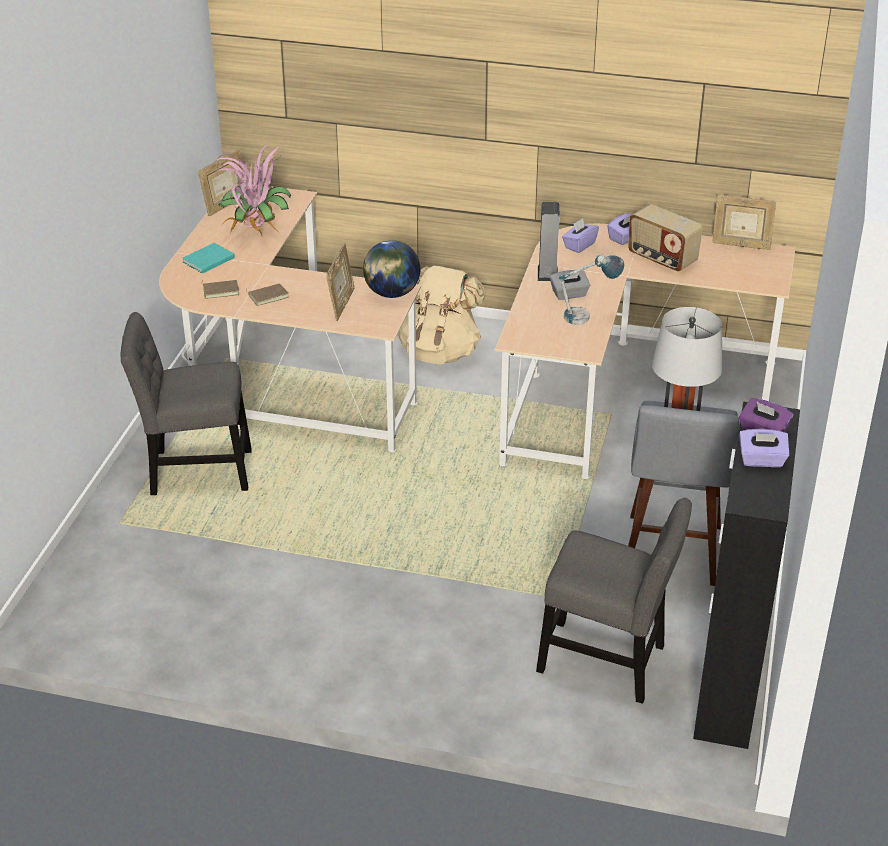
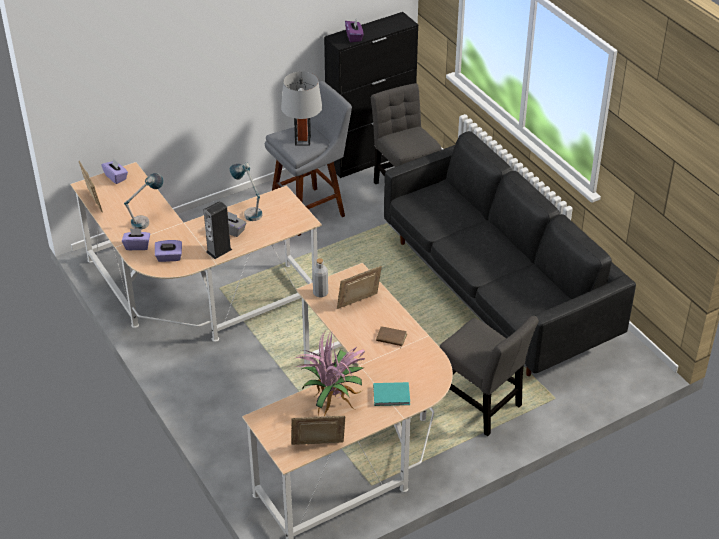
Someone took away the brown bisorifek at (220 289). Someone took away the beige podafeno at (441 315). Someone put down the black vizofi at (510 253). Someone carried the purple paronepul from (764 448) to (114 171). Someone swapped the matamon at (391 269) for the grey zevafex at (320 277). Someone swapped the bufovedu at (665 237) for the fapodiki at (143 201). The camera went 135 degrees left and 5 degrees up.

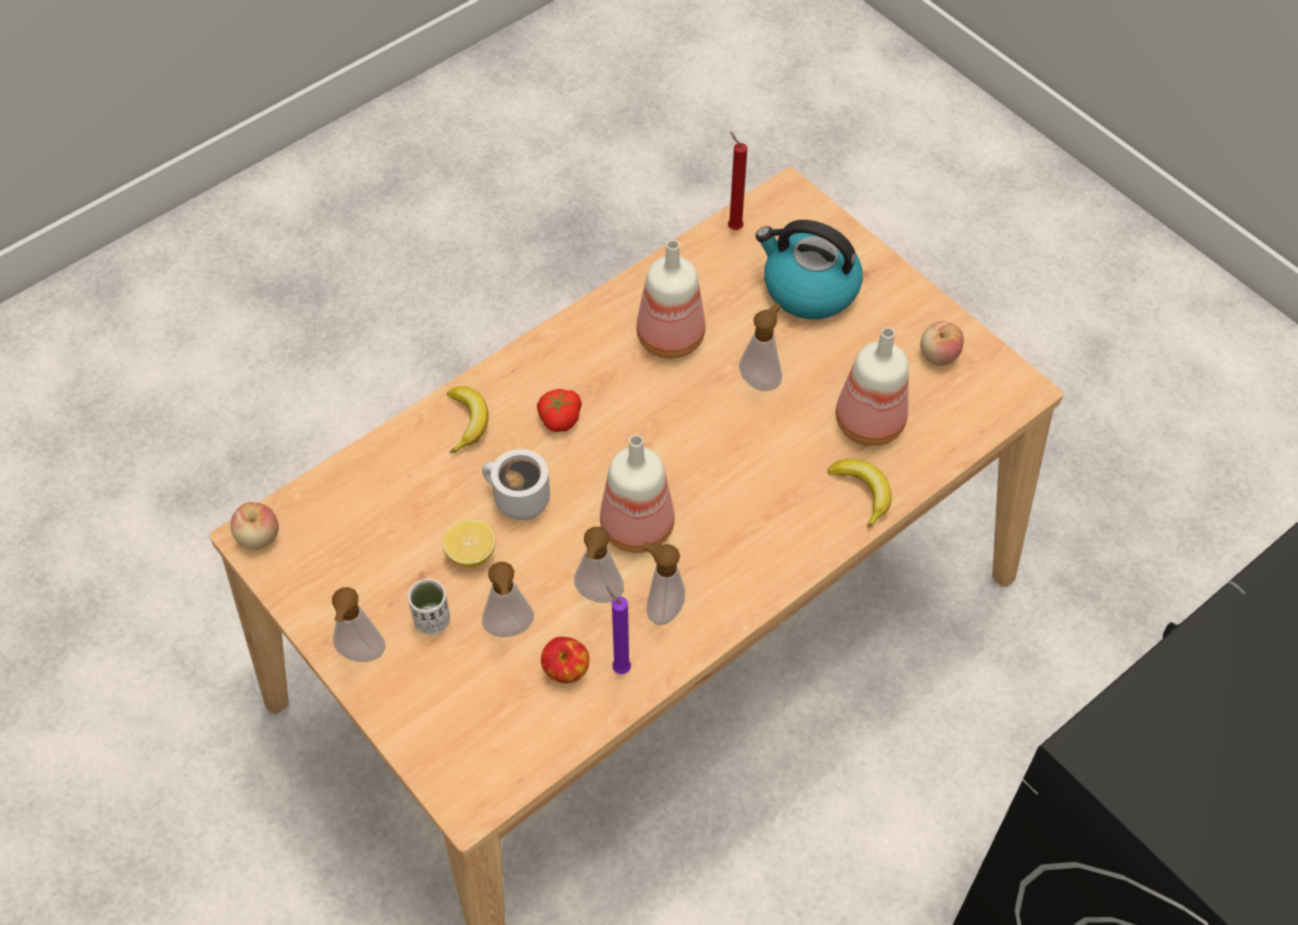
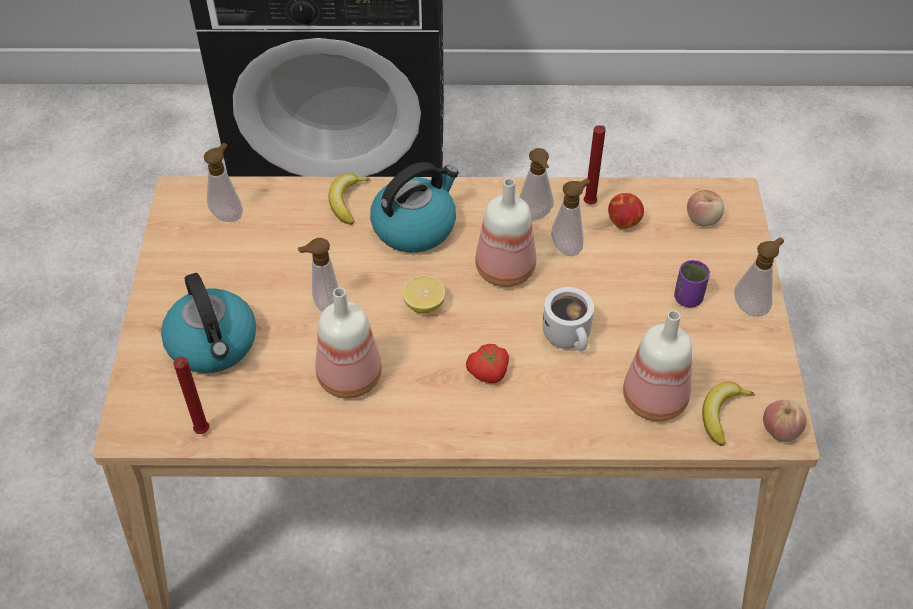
Someone put down the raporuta at (414 207). Someone carried the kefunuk from (469 543) to (423 294). Someone carried the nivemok from (468 420) to (728 413). Someone carried the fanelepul from (508 599) to (223 182). Someone carried the zevafex from (872 386) to (657 365). Someone carried the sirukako from (942 344) to (705 208). Someone repainted the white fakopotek at (429 607), which became the purple fakopotek at (692 283). Someone repainted the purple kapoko at (618 630), which became the red kapoko at (595 164). The camera went 140 degrees left and 5 degrees down.

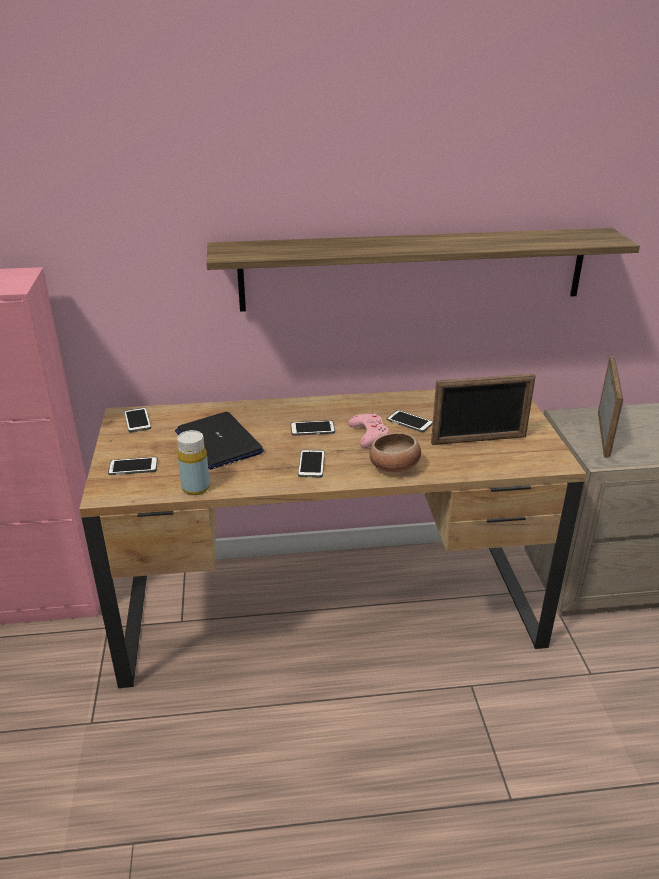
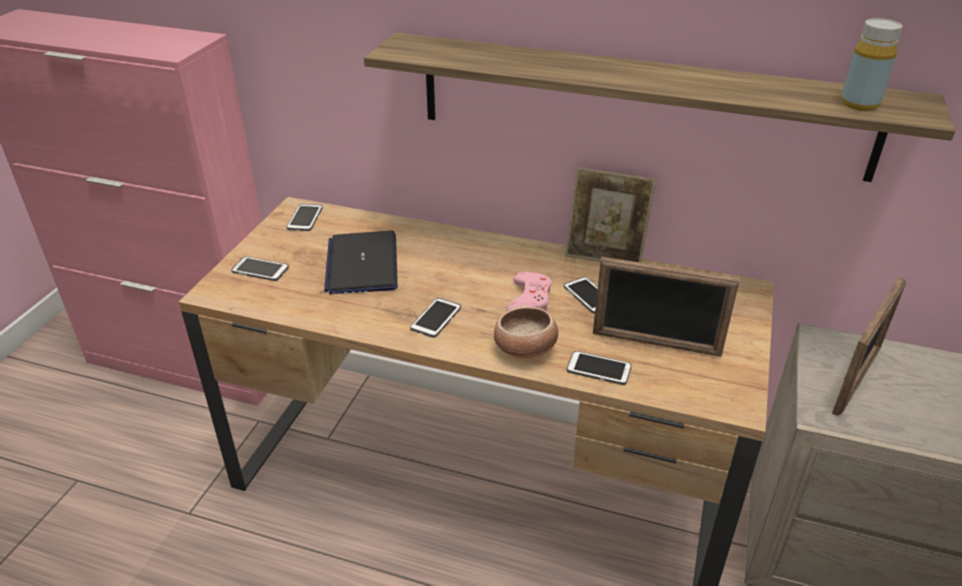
Someone put down the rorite at (610 215). Someone carried the yellow zevafex from (193 462) to (871 64). Someone carried the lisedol from (312 428) to (599 368). The camera went 25 degrees right and 5 degrees up.

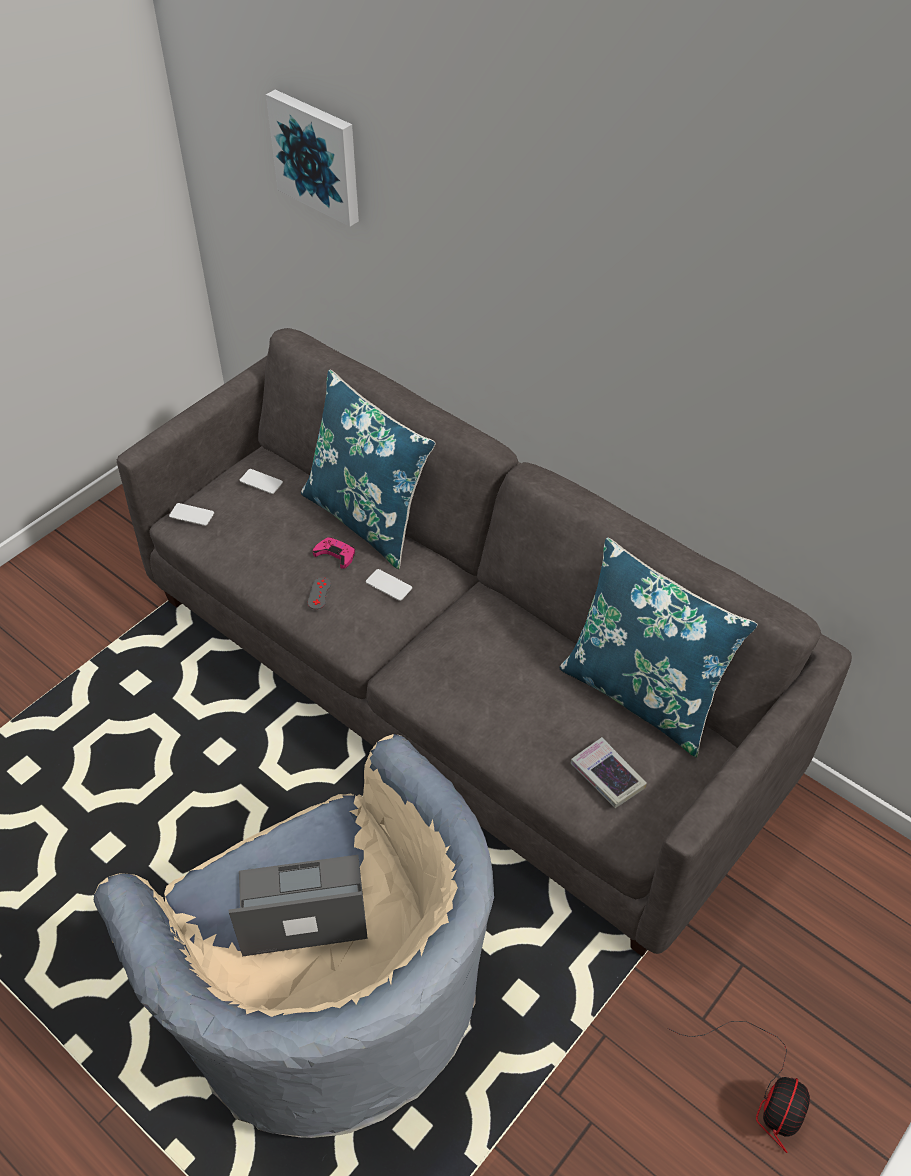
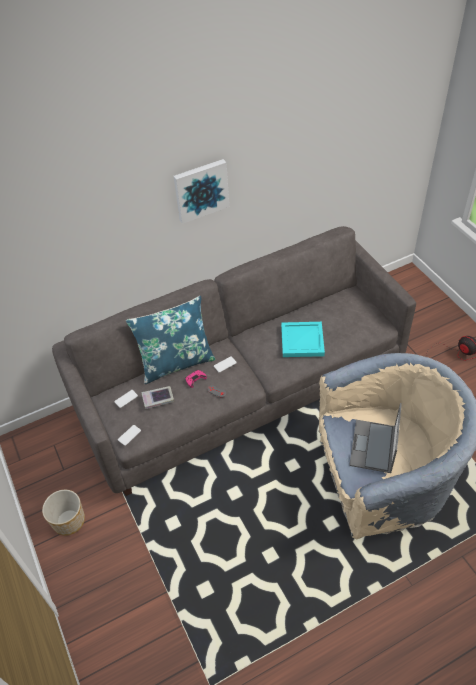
Someone took away the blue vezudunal at (658 647). Someone put down the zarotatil at (63 512). Someone put down the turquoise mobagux at (303 339). Someone carried the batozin from (312 158) to (201 191). Someone carried the bisorifek from (609 772) to (157 397). The camera went 65 degrees left and 0 degrees up.

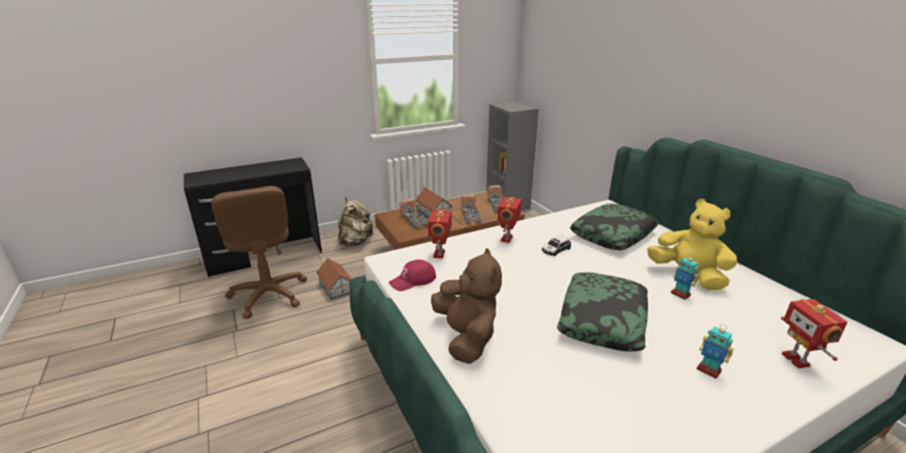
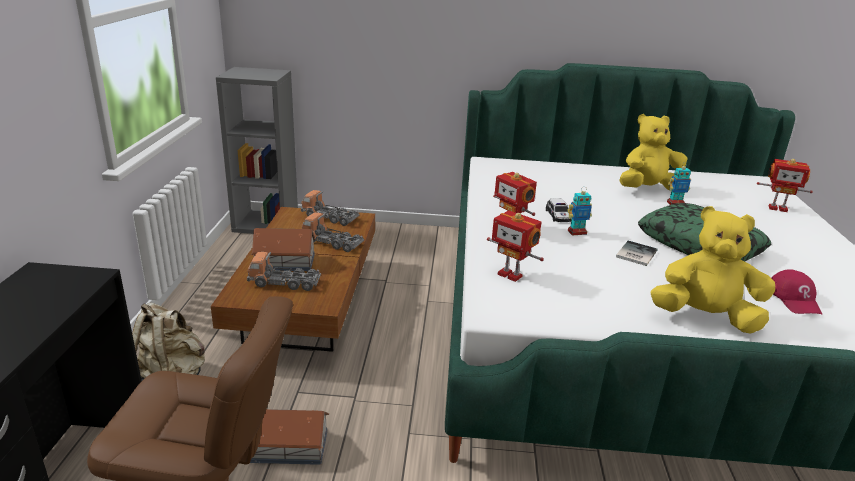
Someone took away the vezudunal at (614 227). Someone put down the bisorifek at (637 253). Someone carried the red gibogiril from (412 275) to (796 291). Someone carried the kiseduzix from (715 351) to (580 211). Someone repainted the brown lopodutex at (466 306), which became the yellow lopodutex at (713 270). The camera went 60 degrees left and 0 degrees up.

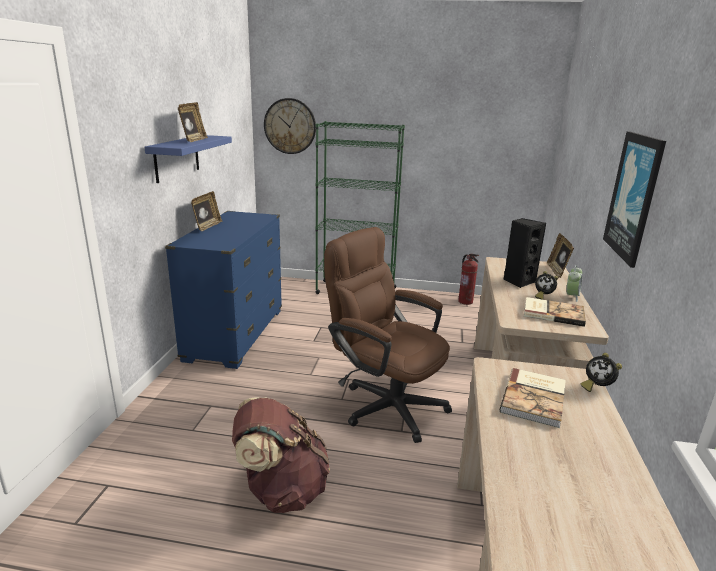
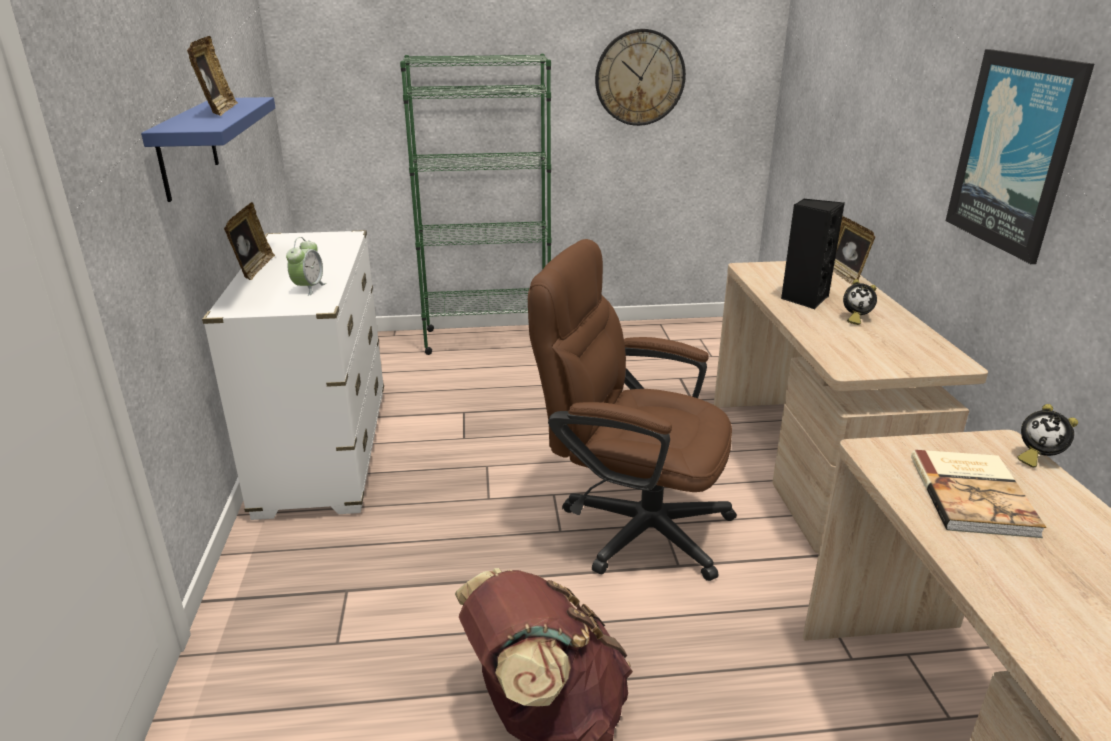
Someone took away the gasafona at (468 279). Someone took away the bisorifek at (555 312). Someone carried the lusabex from (290 126) to (640 77). Someone carried the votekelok from (574 283) to (306 266). Someone repainted the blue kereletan at (223 290), which became the white kereletan at (293 375). The camera went 15 degrees left and 5 degrees up.

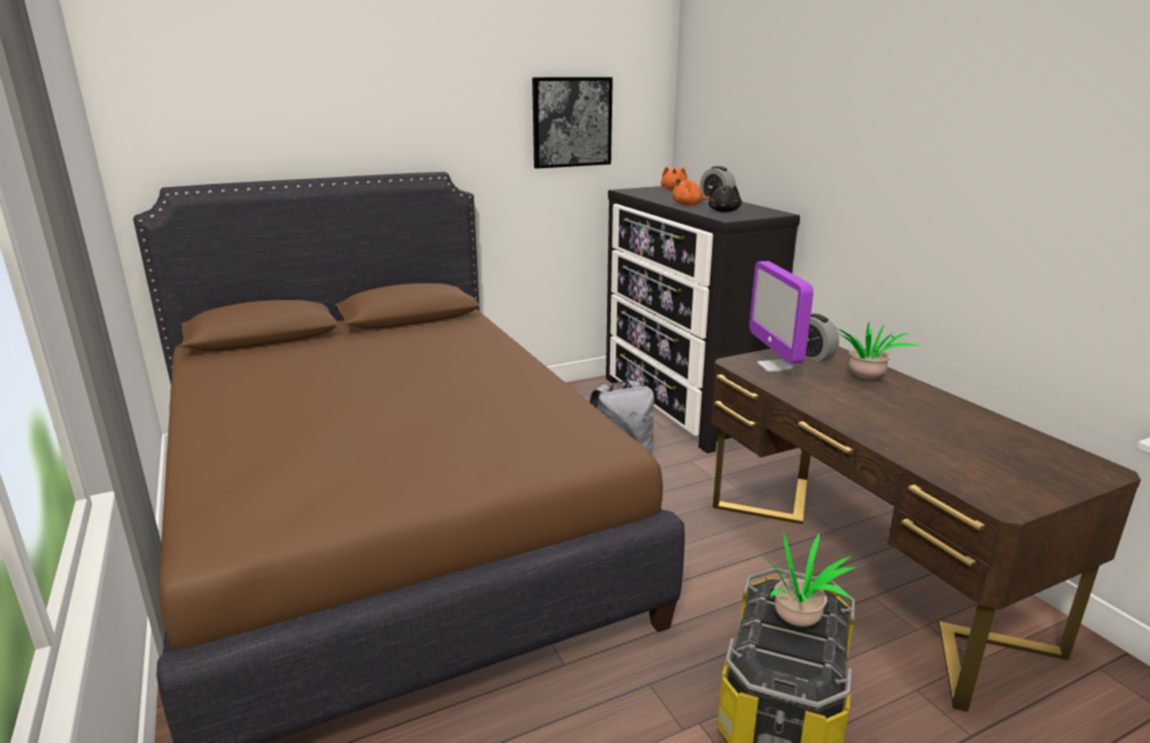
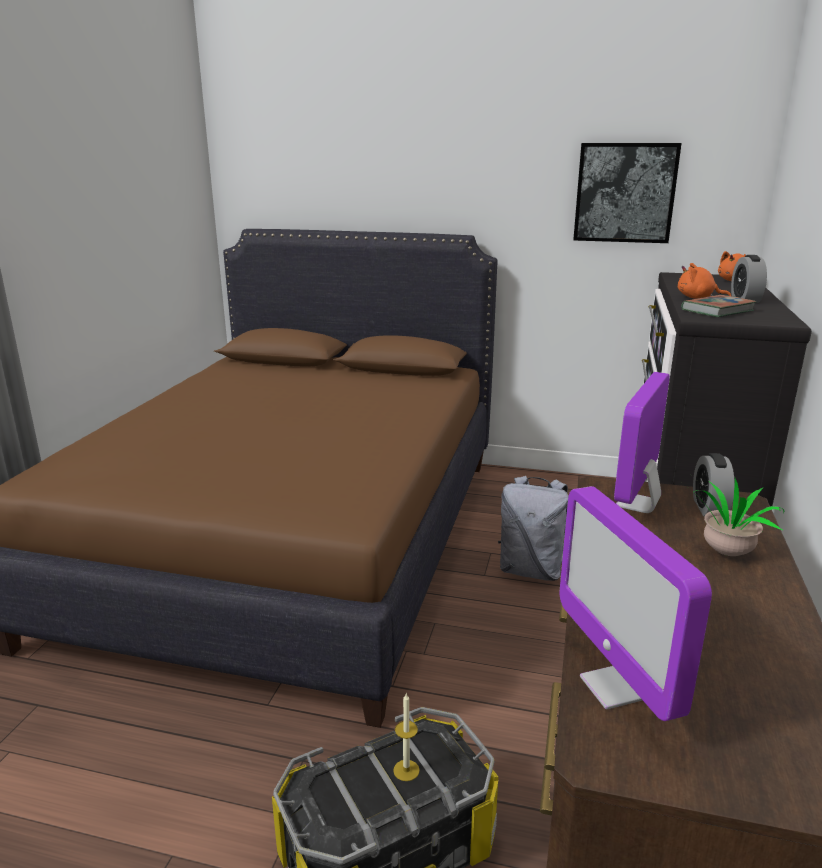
Someone put down the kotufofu at (636 603). Someone swapped the black lopodutex at (725 198) for the bisorifek at (719 306). Someone swapped the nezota at (803 578) for the kapoko at (406 737). The camera went 40 degrees right and 0 degrees up.

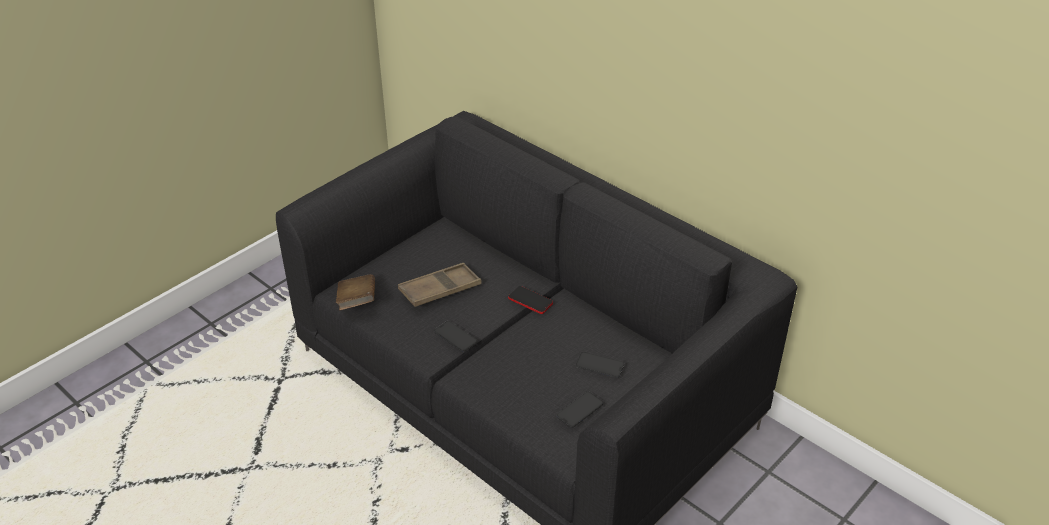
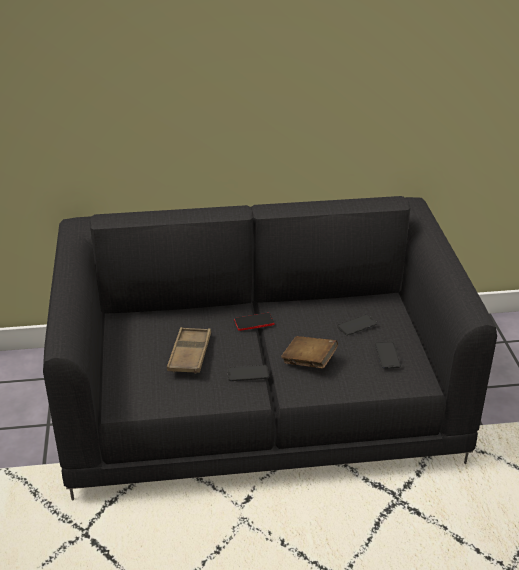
Someone carried the brown bisorifek from (355 292) to (309 352). The camera went 50 degrees left and 5 degrees down.

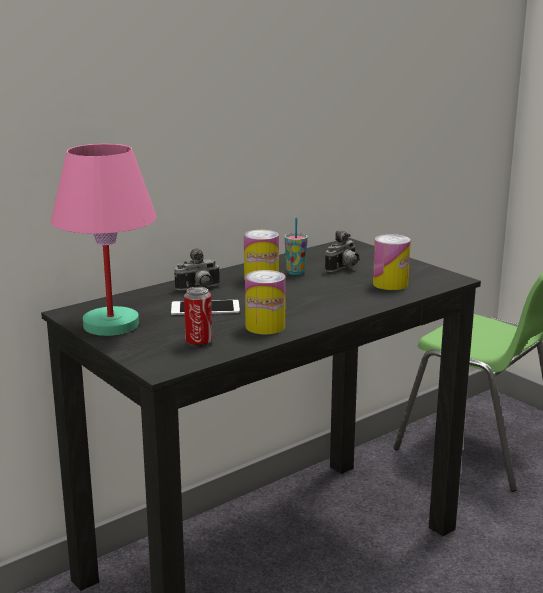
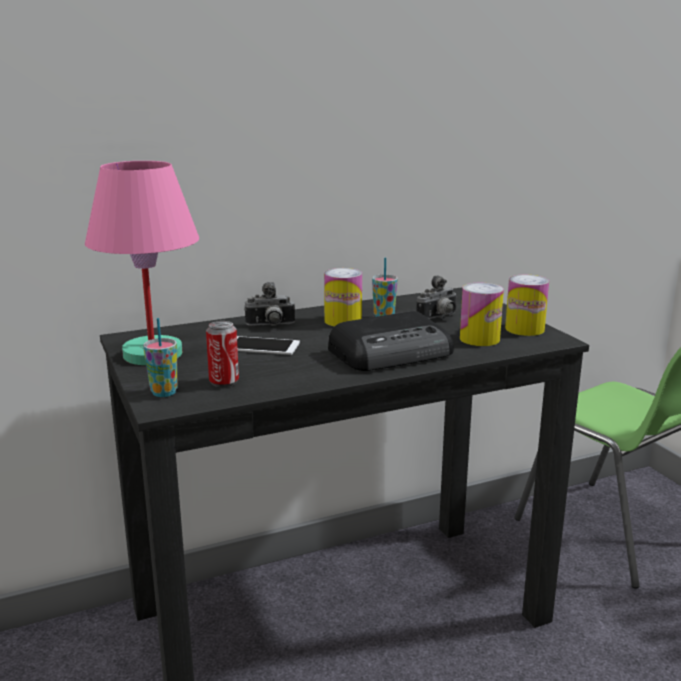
Someone put down the fakopotek at (160 357). Someone put down the bufovedu at (391 341). Someone carried the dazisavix from (265 302) to (527 305). The camera went 15 degrees right and 0 degrees up.

